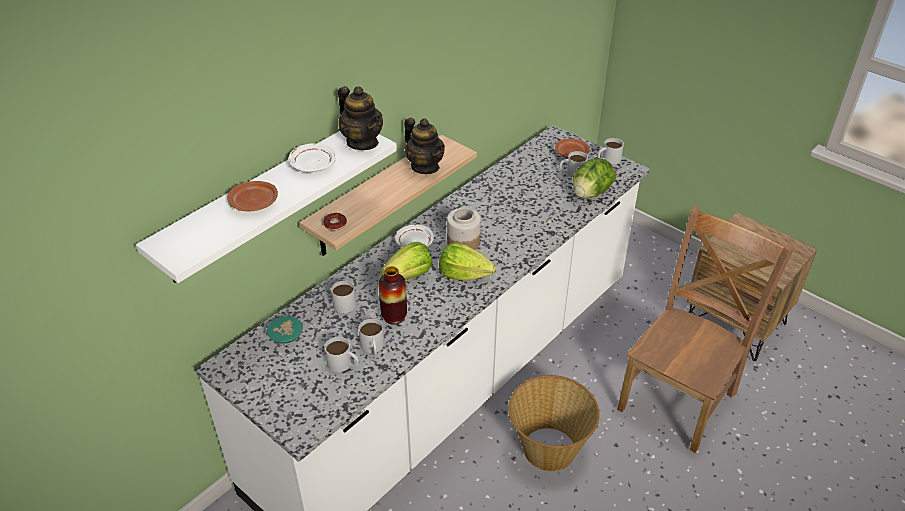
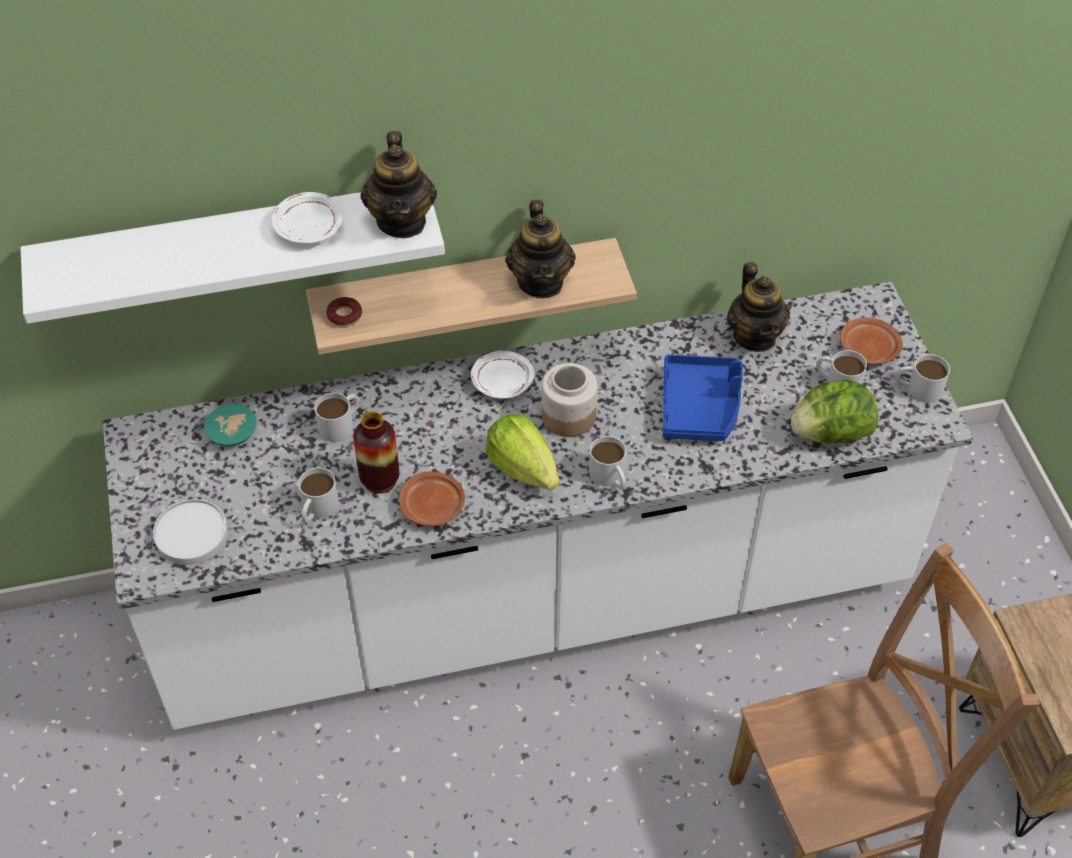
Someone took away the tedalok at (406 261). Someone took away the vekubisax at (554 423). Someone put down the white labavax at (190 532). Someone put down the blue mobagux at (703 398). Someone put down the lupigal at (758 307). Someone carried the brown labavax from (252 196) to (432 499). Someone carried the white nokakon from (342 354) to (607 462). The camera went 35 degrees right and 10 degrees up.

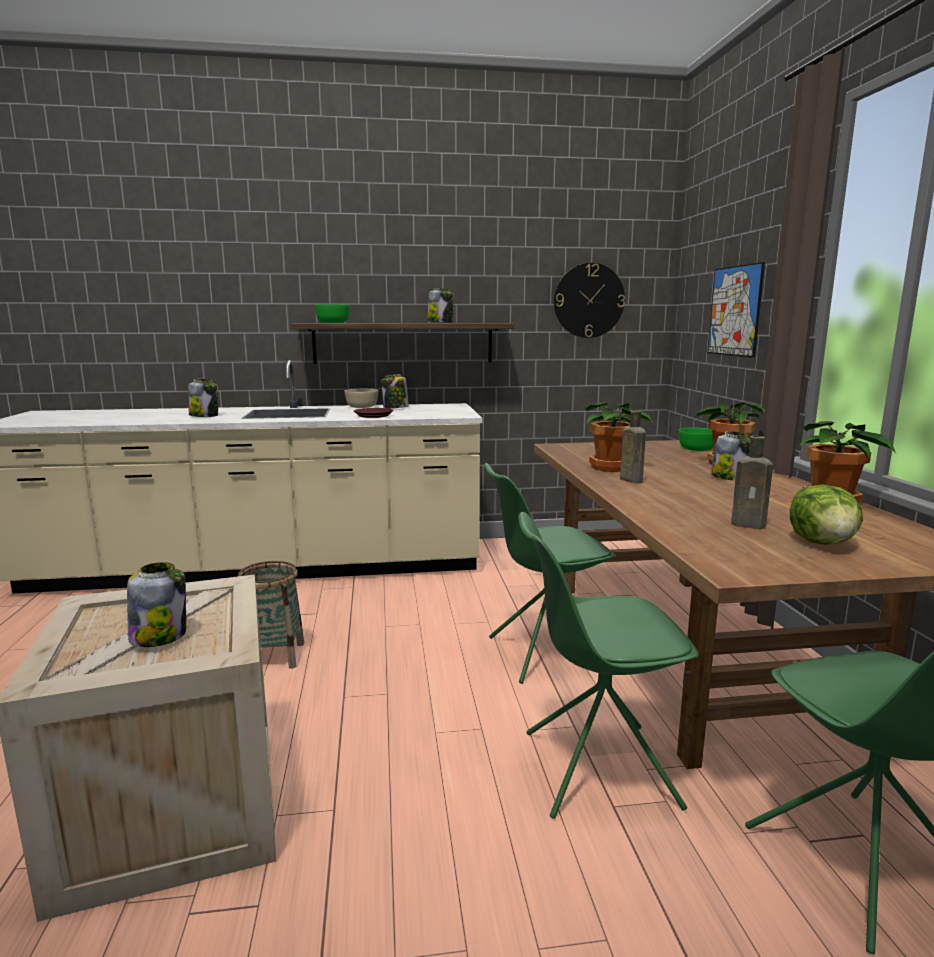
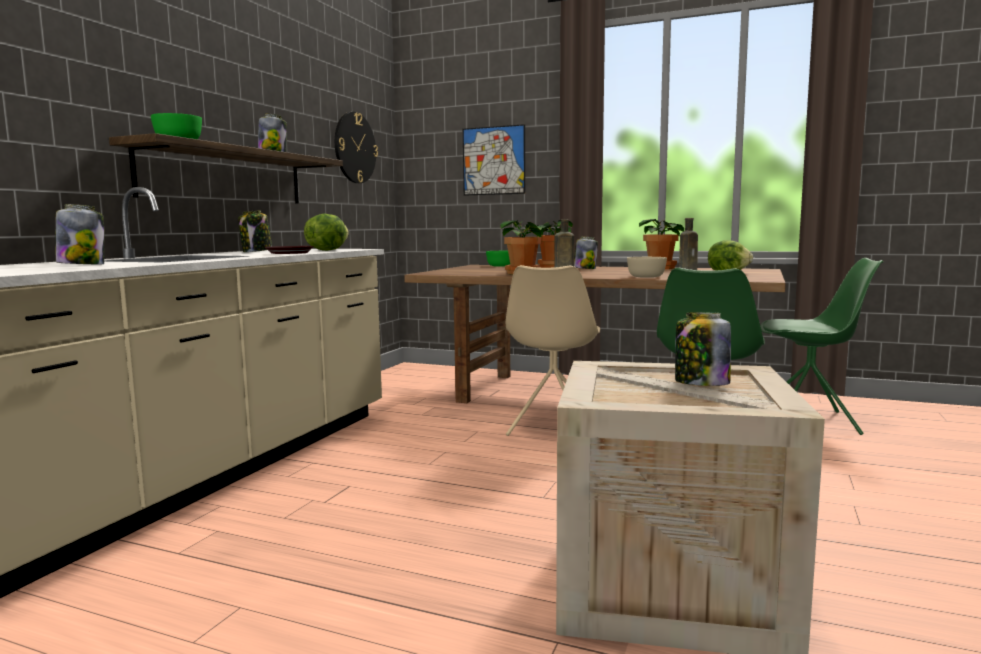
Someone took away the vekubisax at (271 615). Someone put down the tedalok at (326 232). Someone carried the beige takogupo from (361 398) to (647 267). Someone repainted the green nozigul at (550 573), which became the beige nozigul at (553 350). The camera went 60 degrees left and 5 degrees down.

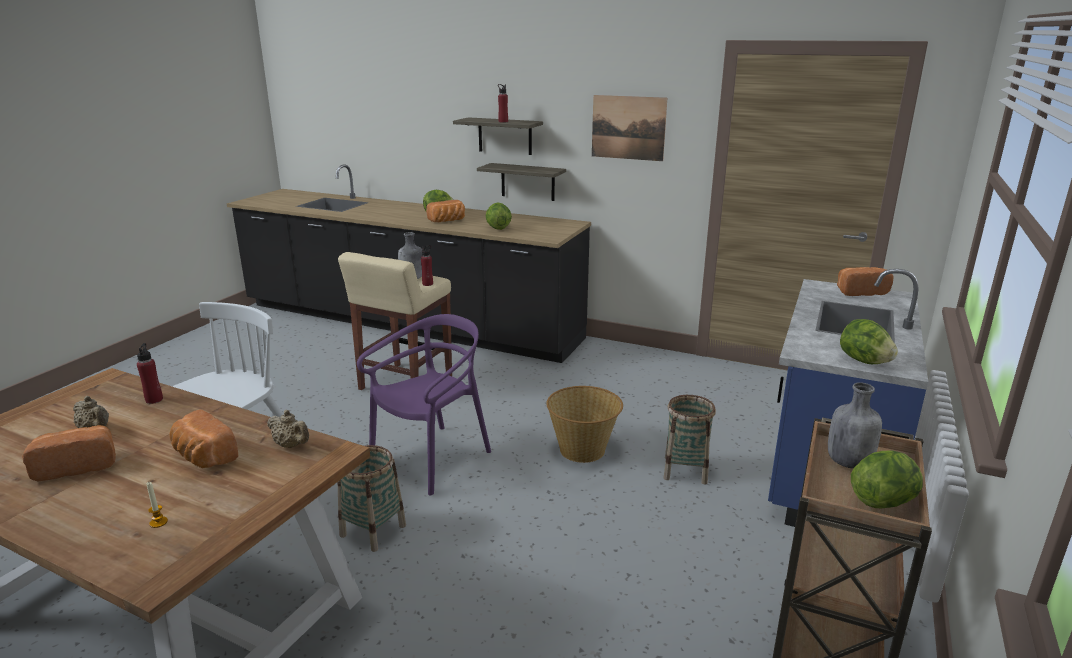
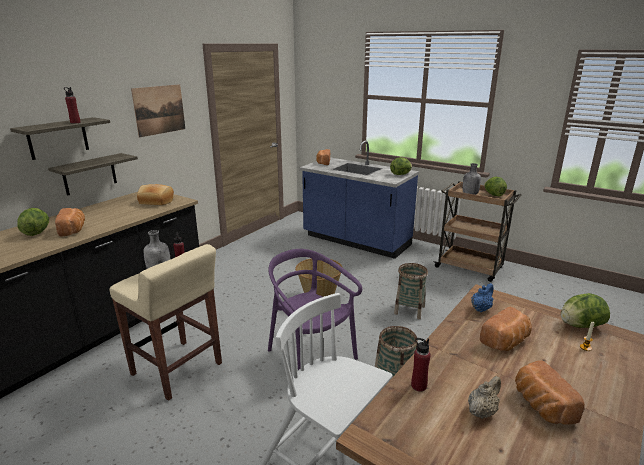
Someone put down the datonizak at (155 194). Someone carried the tedalok from (499 216) to (585 310). Someone carried the vekubisax from (690 440) to (411 291). Someone repainted the beige lupigal at (288 429), which became the blue lupigal at (482 297). The camera went 80 degrees left and 0 degrees up.

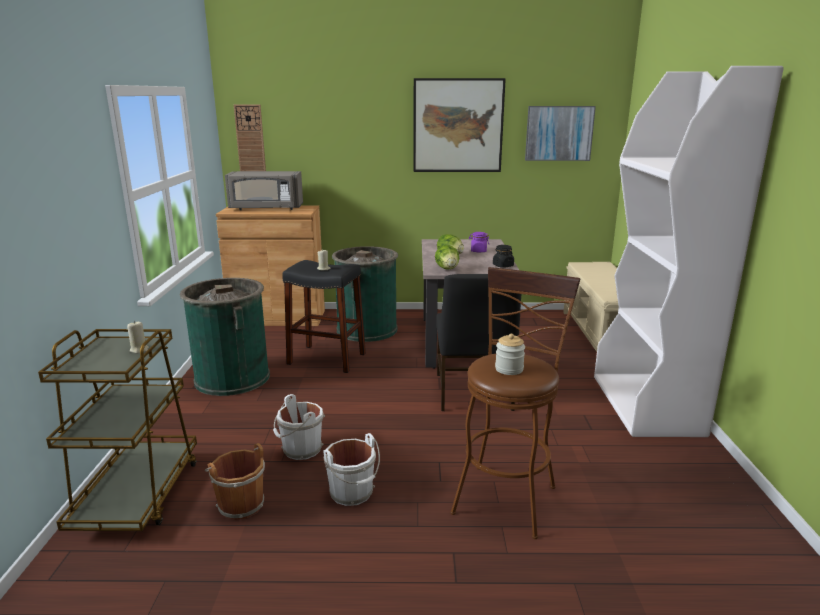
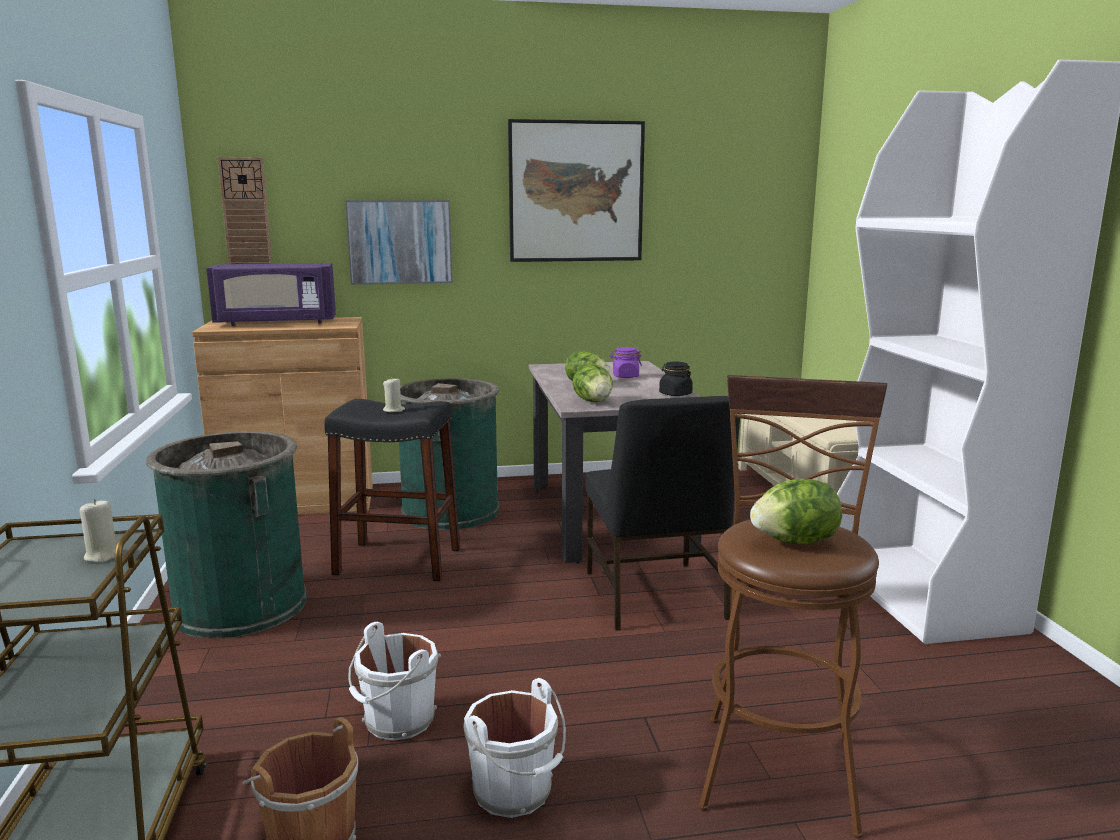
Someone carried the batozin from (560 133) to (398 242). Someone swapped the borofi at (510 354) for the tedalok at (796 511). Someone repainted the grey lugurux at (264 190), which became the purple lugurux at (271 294). The camera went 10 degrees left and 5 degrees down.

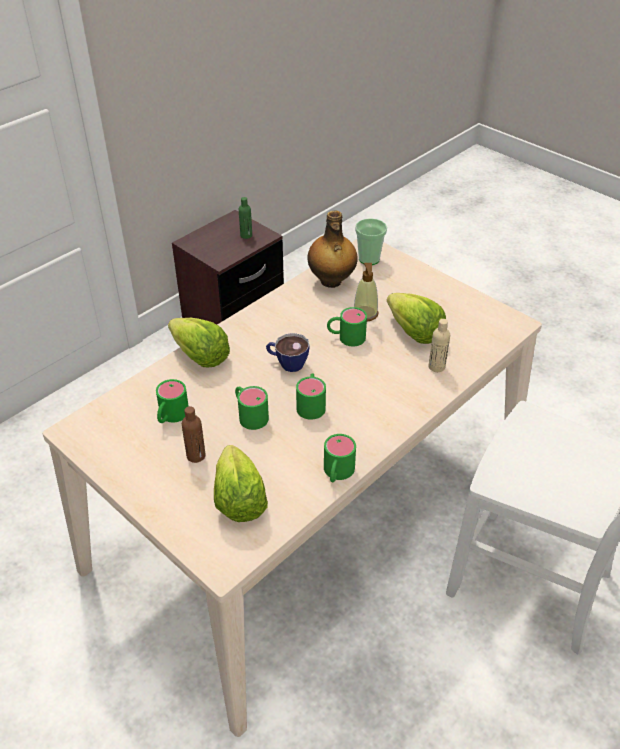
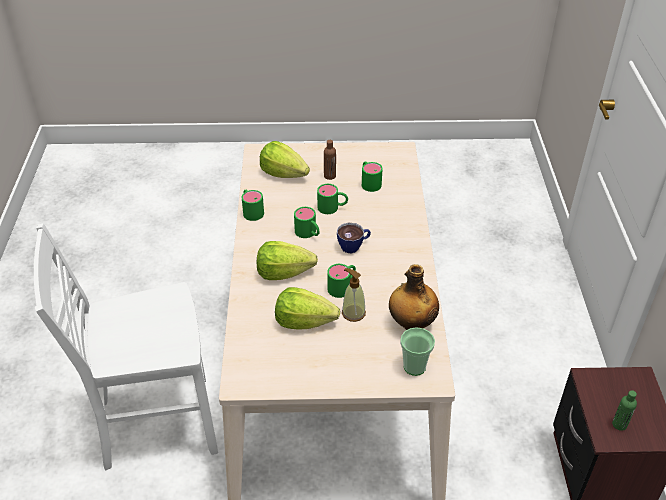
Someone took away the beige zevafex at (439 345). Someone carried the tedalok from (199 342) to (287 260). The camera went 135 degrees right and 0 degrees up.

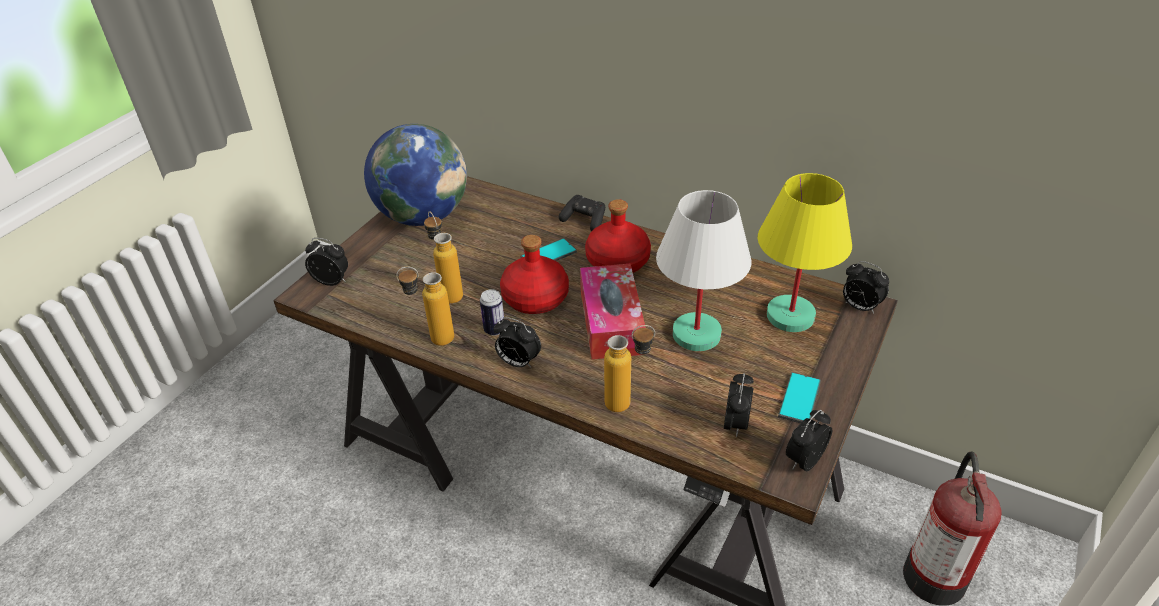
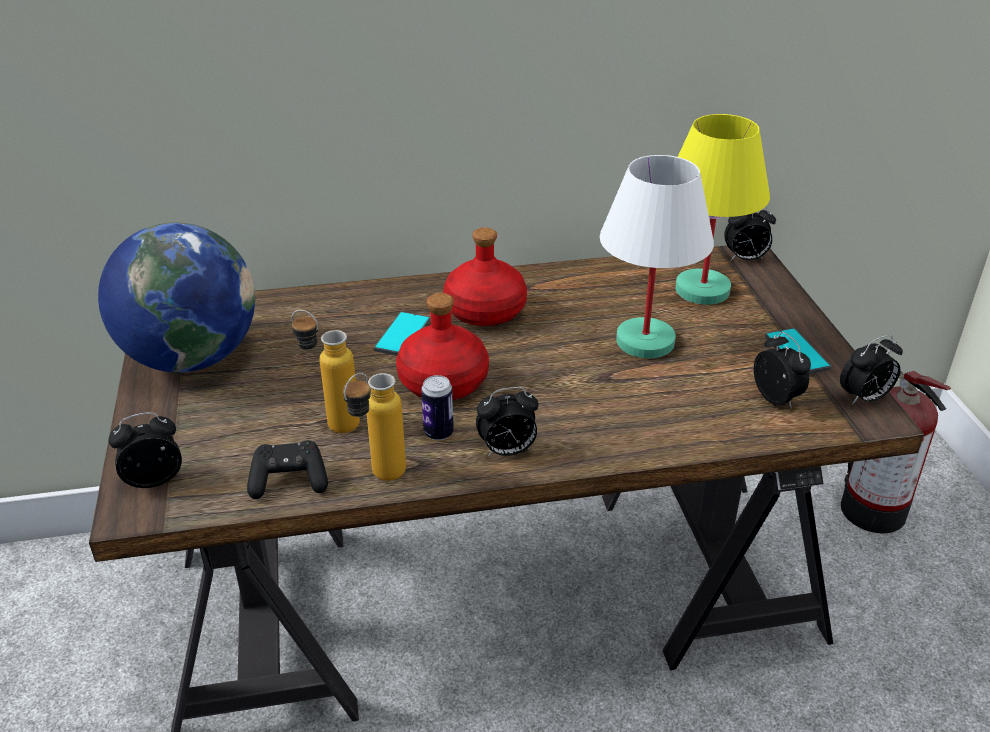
Someone took away the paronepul at (613 311). Someone took away the zevafex at (629 368). Someone carried the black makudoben from (582 213) to (287 470). Someone rotated the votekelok at (809 440) by 120 degrees counterclockwise. The camera went 40 degrees left and 5 degrees down.

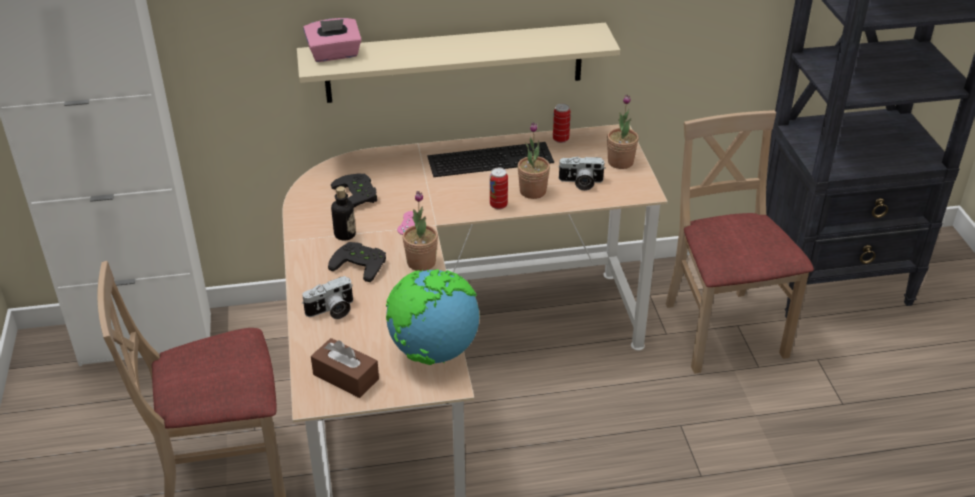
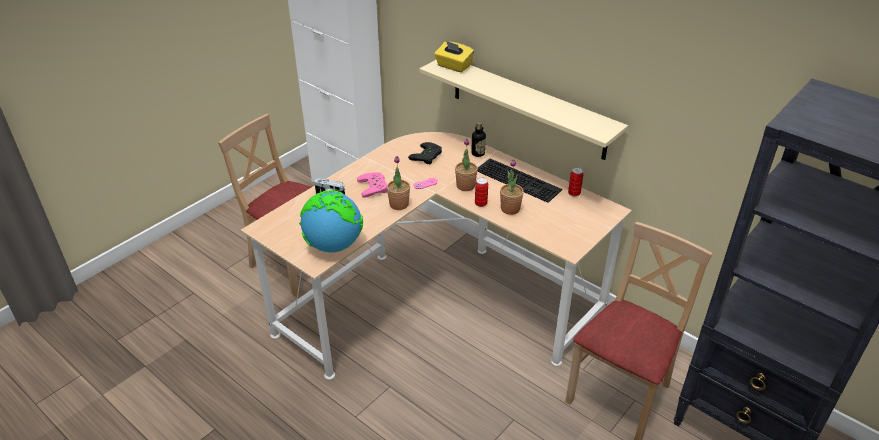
Someone took away the brown paronepul at (345 368). Someone took away the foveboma at (582 174). Someone carried the zevafex from (343 213) to (478 139). Someone carried the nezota from (623 132) to (466 164). Someone repainted the pink paronepul at (332 40), which became the yellow paronepul at (454 56). Someone repainted the black makudoben at (357 262), which became the pink makudoben at (372 185). The camera went 50 degrees right and 0 degrees up.

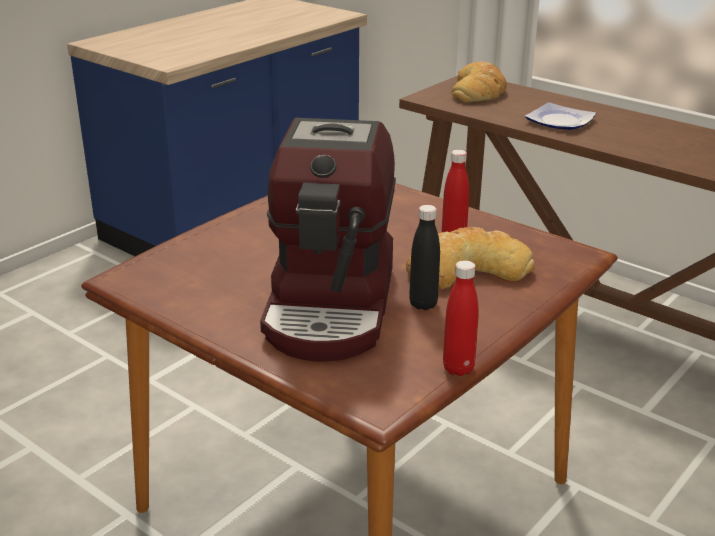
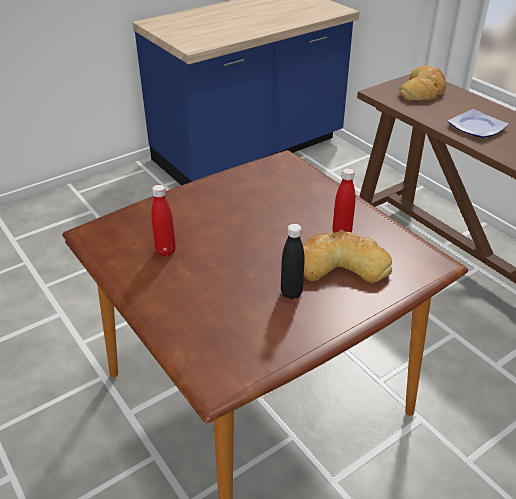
Someone took away the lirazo at (328 240). Someone carried the red zevafex from (461 318) to (163 220). The camera went 15 degrees right and 10 degrees up.

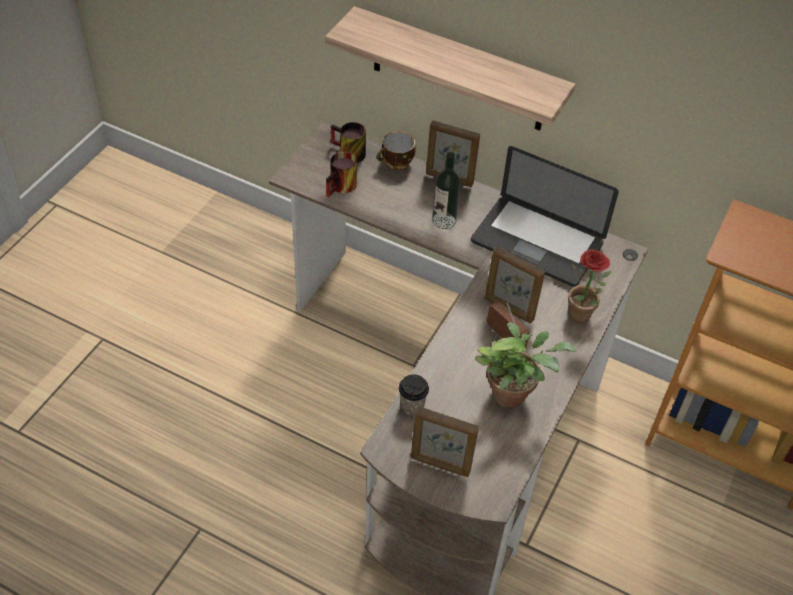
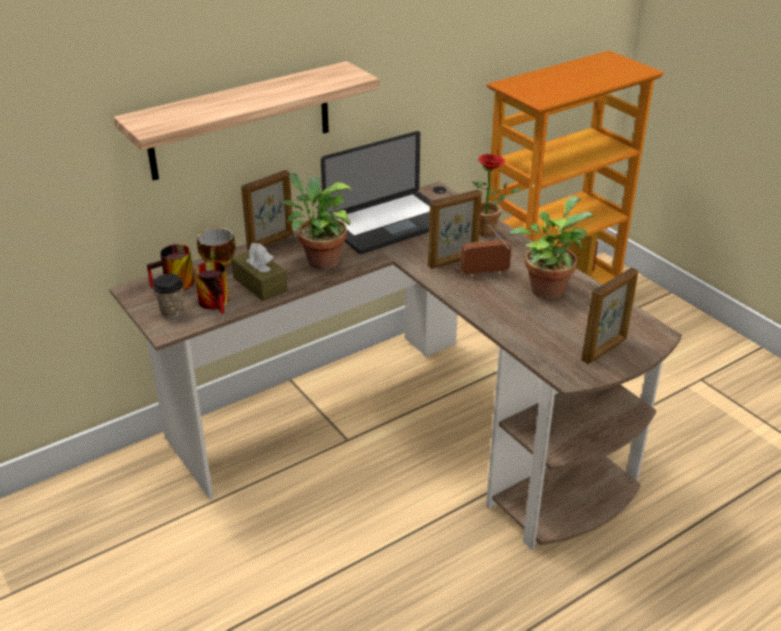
Someone put down the brown paronepul at (259 272). Someone carried the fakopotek from (414 395) to (168 296). Someone swapped the zevafex at (446 190) for the nezota at (318 221). The camera went 60 degrees left and 15 degrees down.

